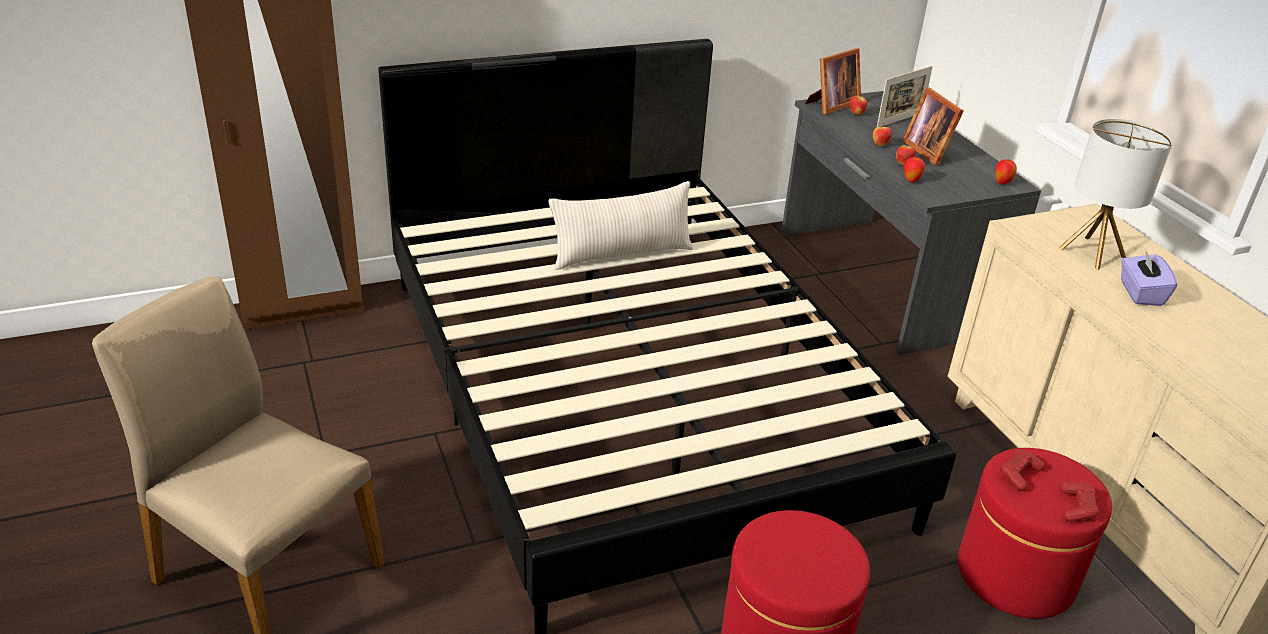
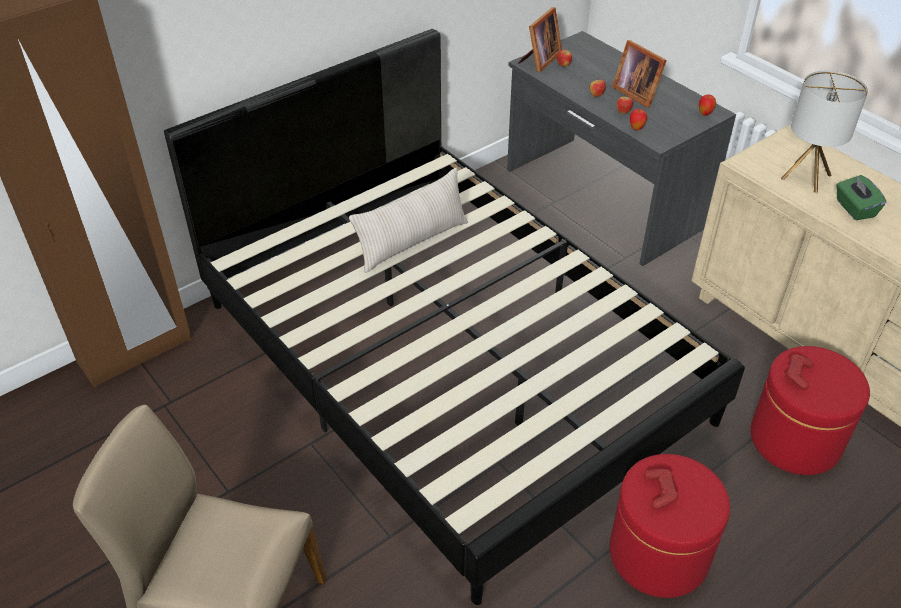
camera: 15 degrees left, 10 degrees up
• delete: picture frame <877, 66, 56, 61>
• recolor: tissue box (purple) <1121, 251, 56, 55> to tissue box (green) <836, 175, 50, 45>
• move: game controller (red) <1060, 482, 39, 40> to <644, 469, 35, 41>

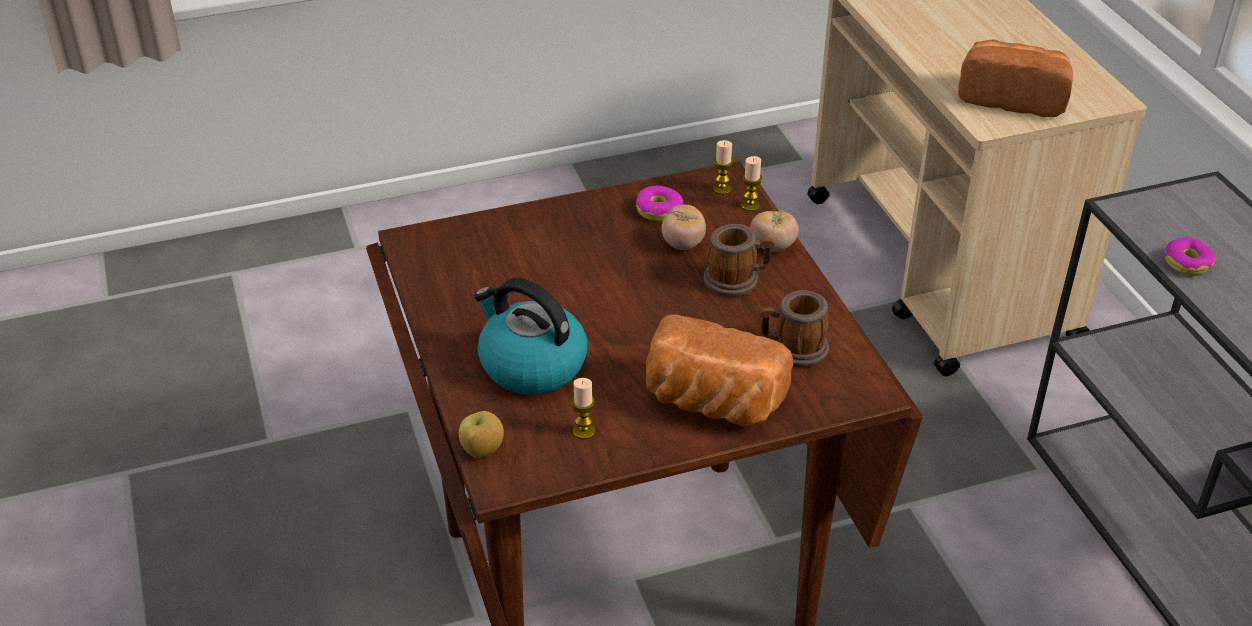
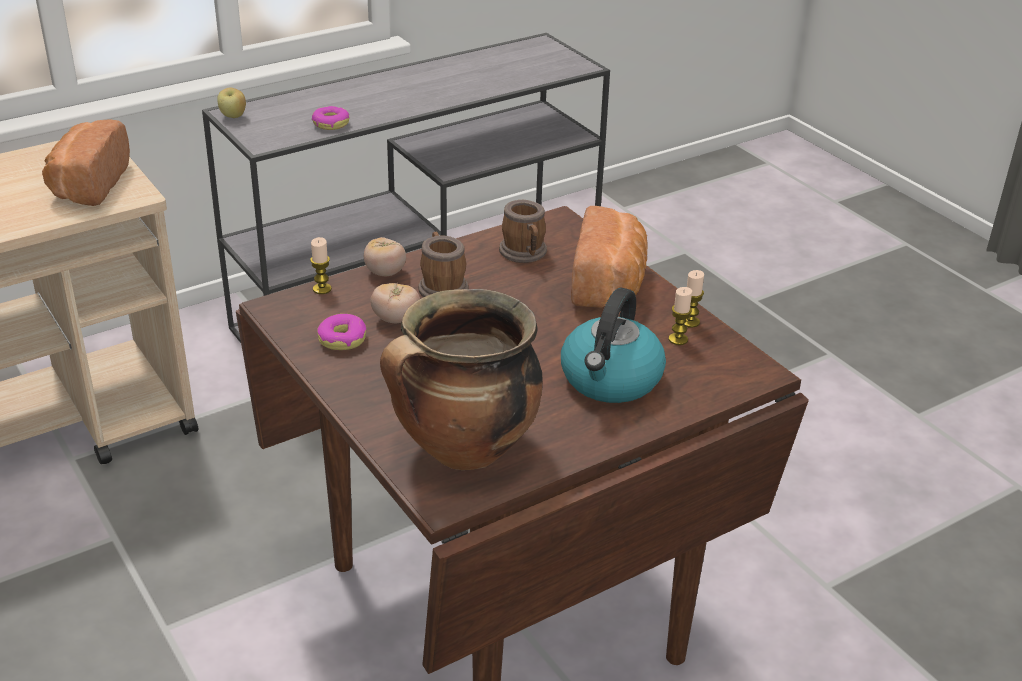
camera: 105 degrees left, 5 degrees down
• move: candle <713, 140, 20, 55> to <685, 270, 19, 58>
• move: apple <459, 411, 45, 47> to <217, 87, 29, 31>
• insert: cooking pot <380, 289, 163, 181>

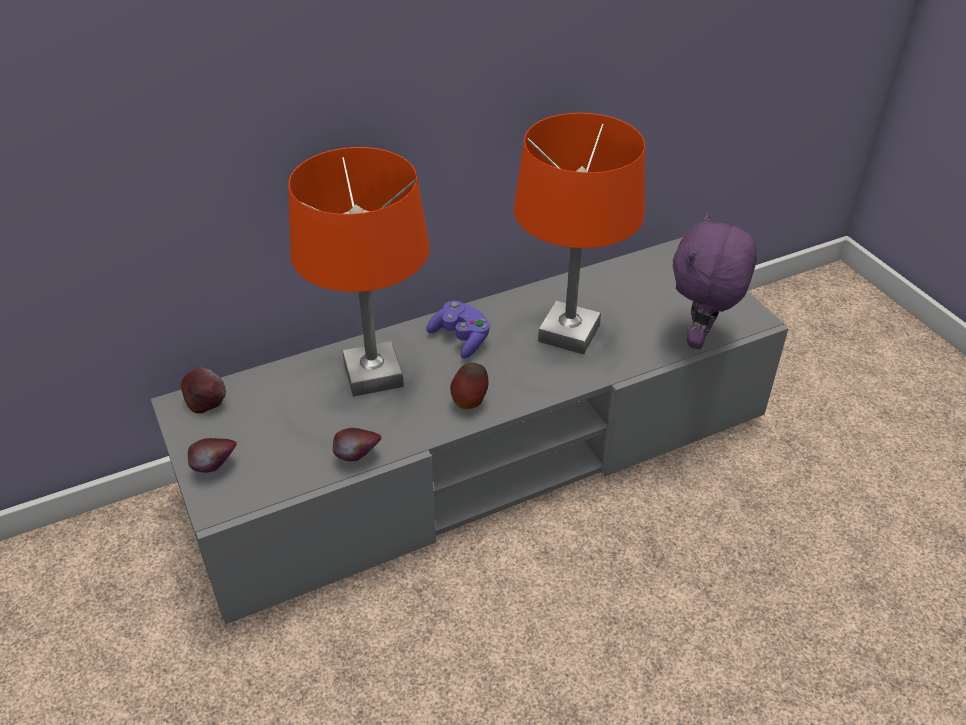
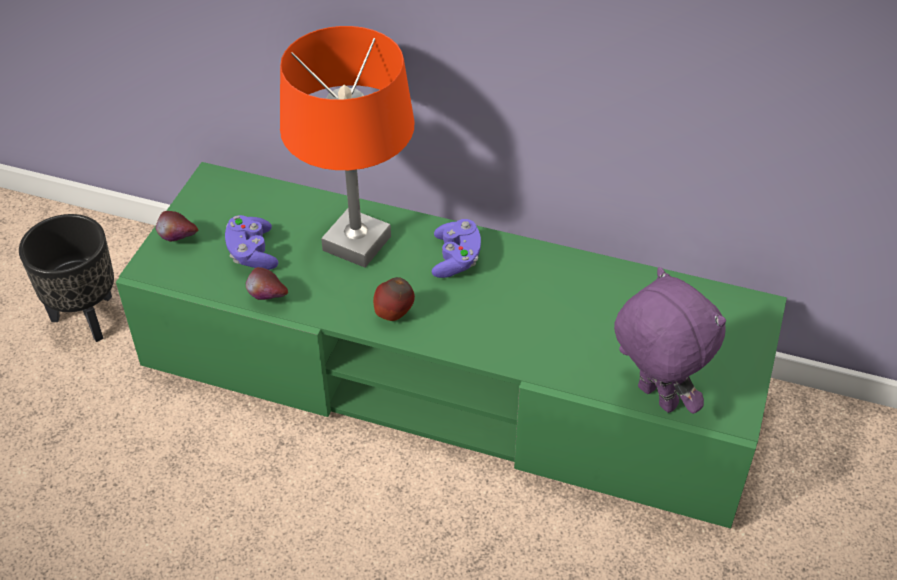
camera: 45 degrees right, 5 degrees up
• delete: table lamp (orange) <513, 113, 132, 242>
• rotate: plush toy (purple) <673, 213, 84, 136> = <614, 267, 112, 147> 75 degrees clockwise
• recolor: tv stand (grey) <151, 237, 637, 387> to tv stand (green) <116, 162, 671, 367>
• delete: apple <181, 367, 45, 46>
• insert: planter (black) <19, 214, 95, 128>
• insert: game controller (purple) <225, 215, 53, 55>

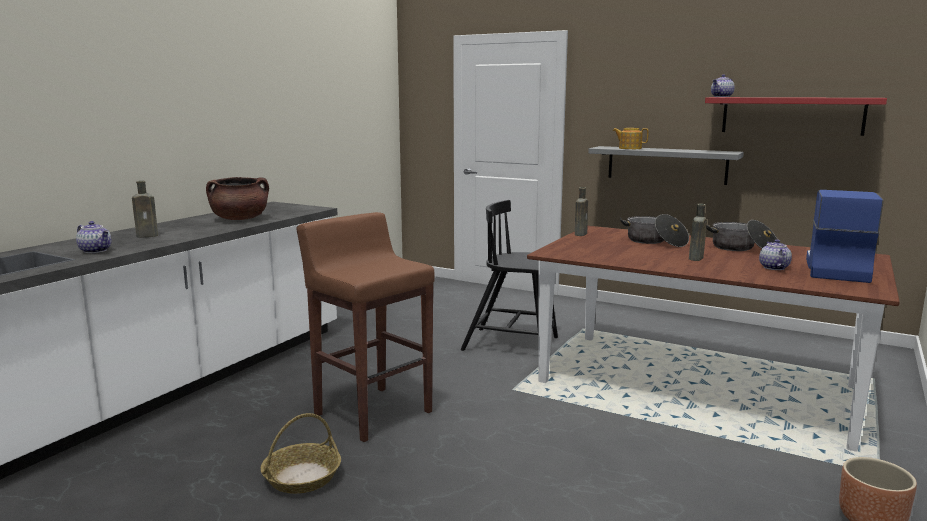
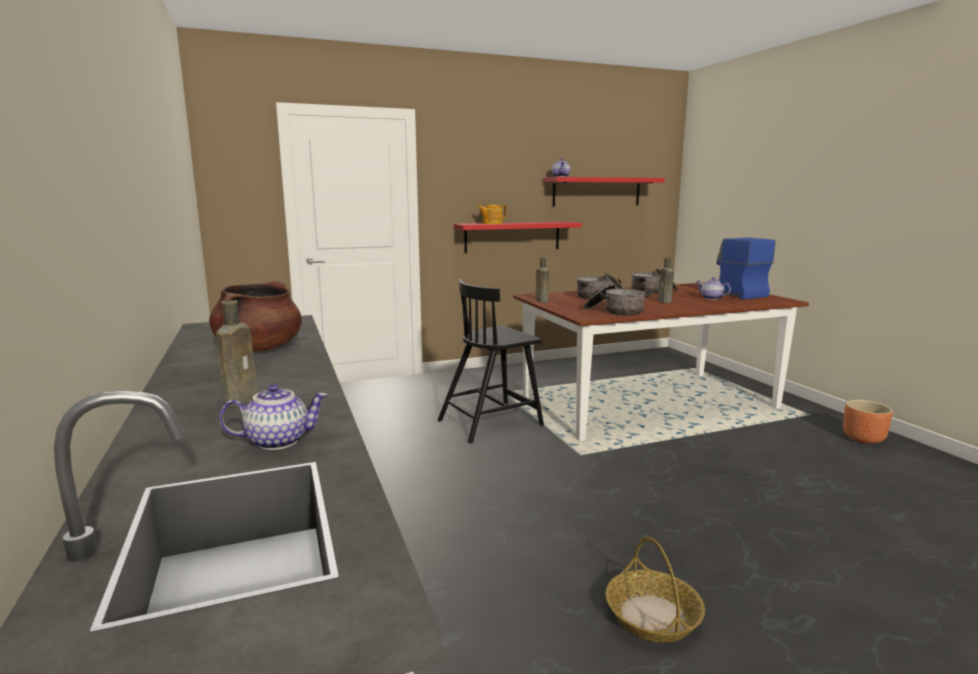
camera: 50 degrees left, 0 degrees up
• recolor: shelf (grey) <588, 146, 156, 39> to shelf (red) <454, 222, 128, 31>
• delete: stool (brown) <296, 212, 139, 230>
• insert: cooking pot <584, 285, 67, 31>

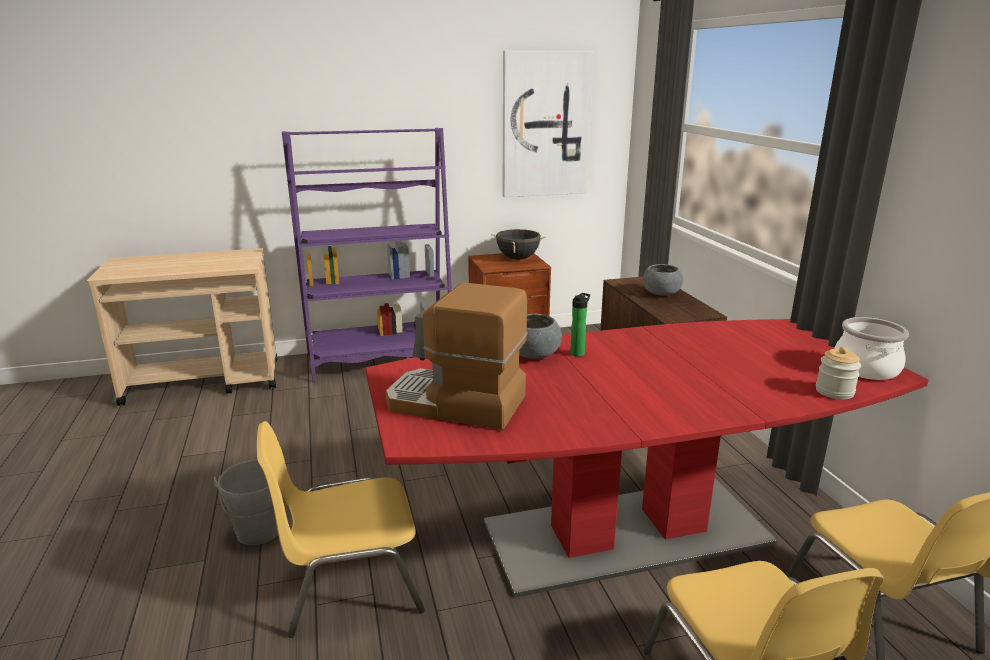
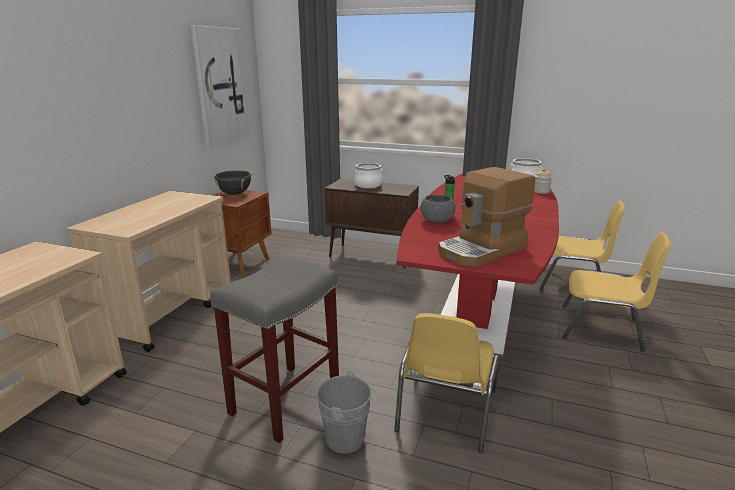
camera: 55 degrees left, 0 degrees up
• replace: bookcase (purple) <282, 128, 170, 254> to cart (beige) <67, 191, 164, 161>
• replace: bowl (grey) <643, 264, 40, 32> to cooking pot <354, 163, 28, 25>
• insert: stool (grey) <210, 256, 129, 187>

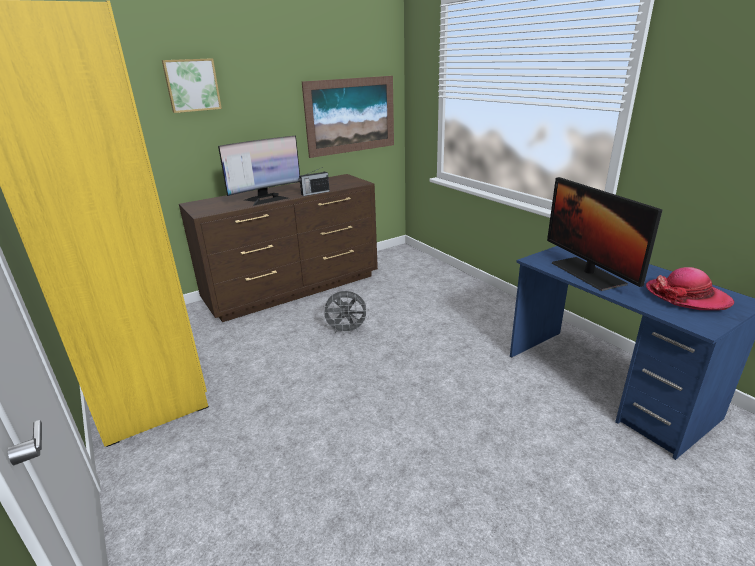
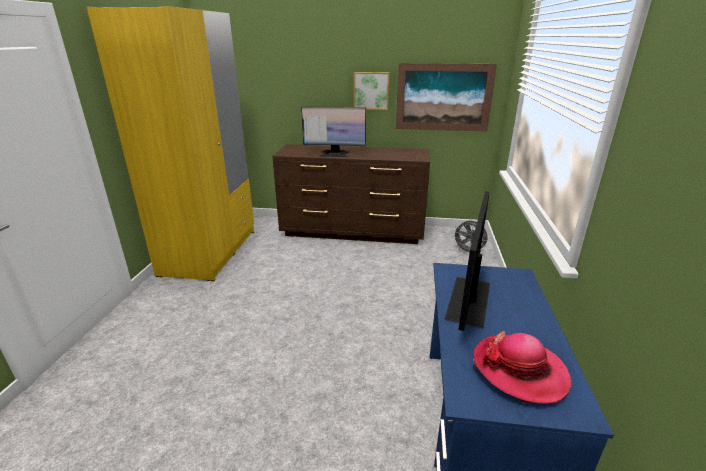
camera: 40 degrees right, 0 degrees up
• move: picture <162, 58, 60, 55> to <354, 72, 36, 38>
• delete: radio <299, 167, 31, 29>
• move: fan (grey) <321, 291, 48, 43> to <452, 221, 36, 32>

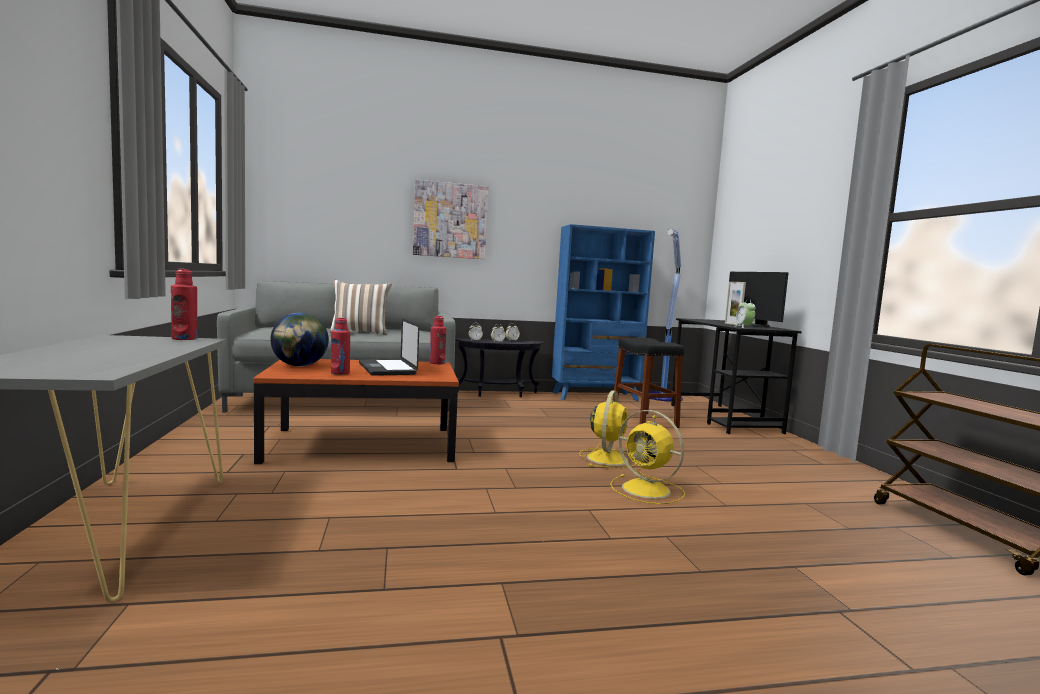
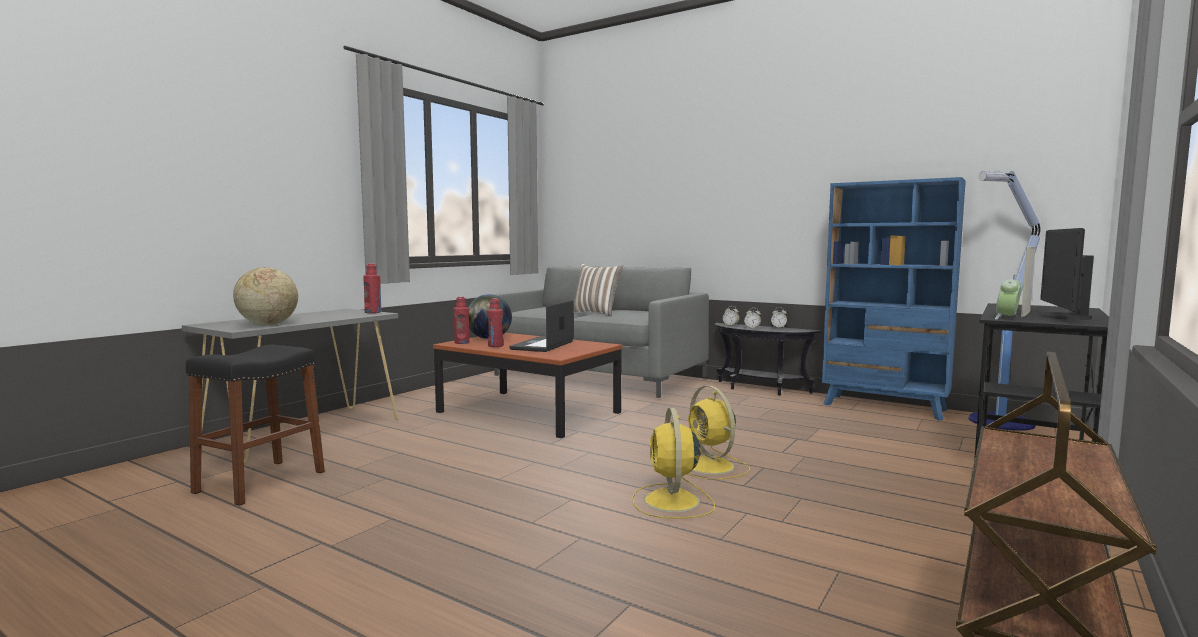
camera: 45 degrees right, 0 degrees up
• delete: picture <413, 180, 75, 79>
• move: bottle (red) <430, 316, 16, 48> to <453, 296, 17, 48>
• move: stool (black) <613, 338, 71, 90> to <186, 345, 139, 161>
• rotate: fan (yellow) <579, 390, 57, 79> = <688, 386, 62, 94> 90 degrees clockwise
• insert: globe <233, 267, 65, 58>

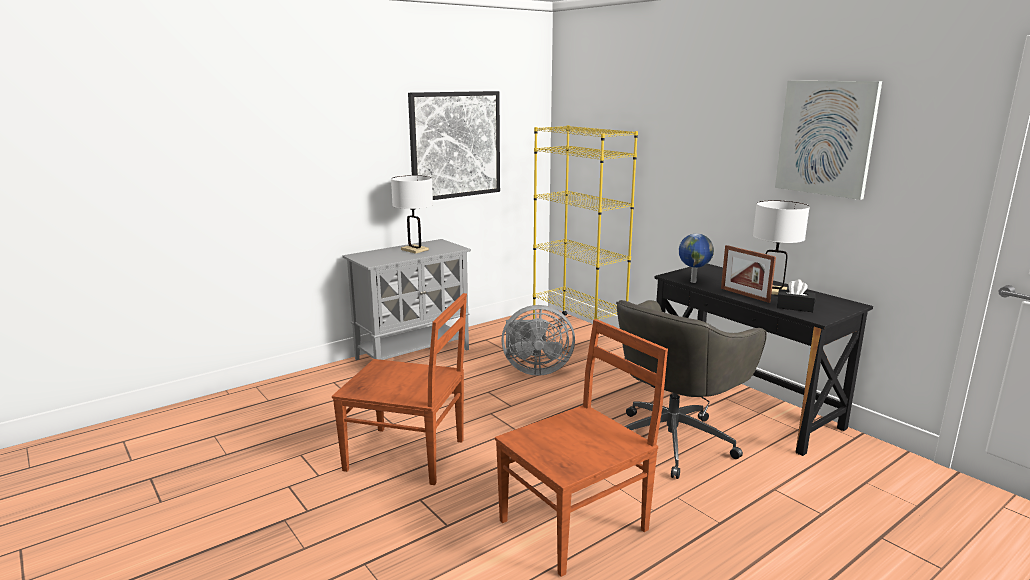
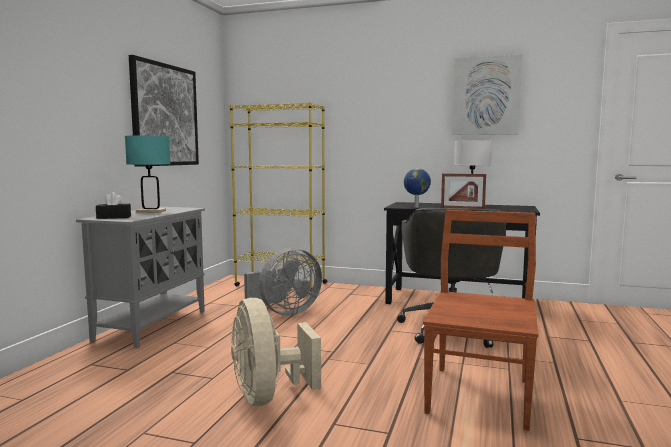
camera: 35 degrees left, 10 degrees down
• recolor: table lamp (white) <391, 175, 42, 79> to table lamp (turquoise) <125, 135, 45, 78>
• move: tissue box (black) <777, 279, 38, 33> to <96, 192, 35, 27>
• replace: chair (brown) <332, 293, 135, 192> to fan (beige) <231, 298, 90, 108>

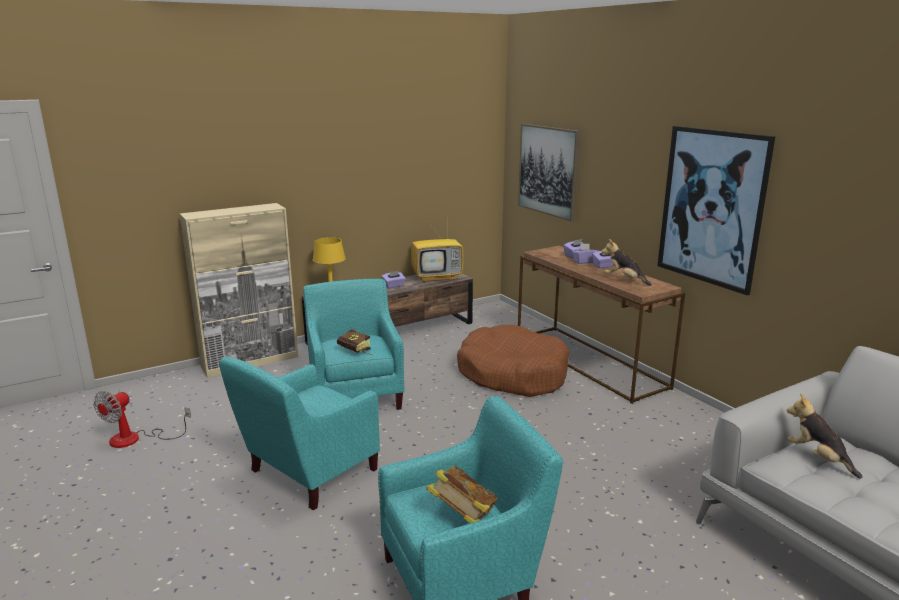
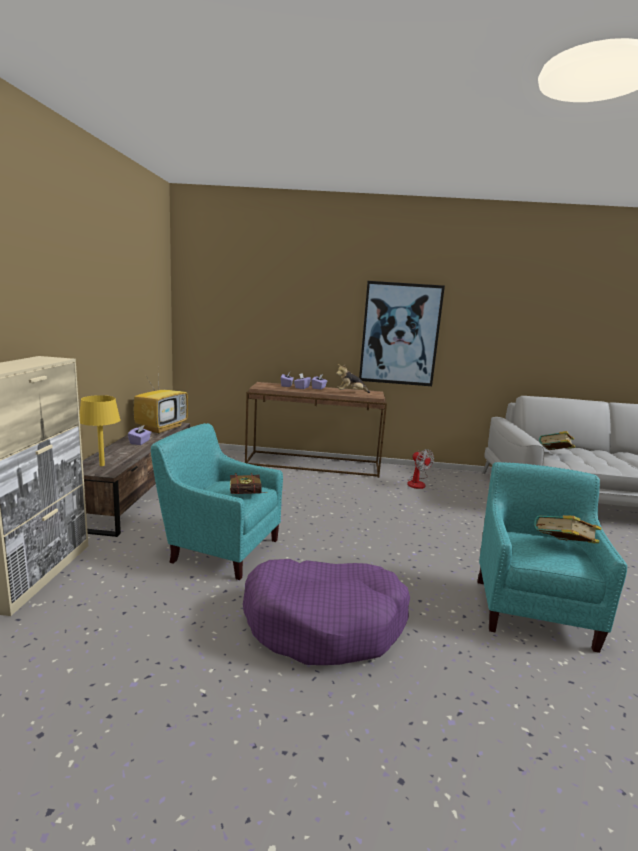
camera: 55 degrees left, 5 degrees down
• delete: picture <518, 124, 62, 97>
• delete: dog bed (brown) <457, 325, 113, 72>
• replace: armchair (turquoise) <219, 356, 161, 154> to dog bed (purple) <243, 559, 167, 106>
• move: fan <93, 391, 98, 57> to <407, 449, 27, 40>
• replace: plush toy <787, 393, 75, 86> to book <539, 431, 36, 19>

